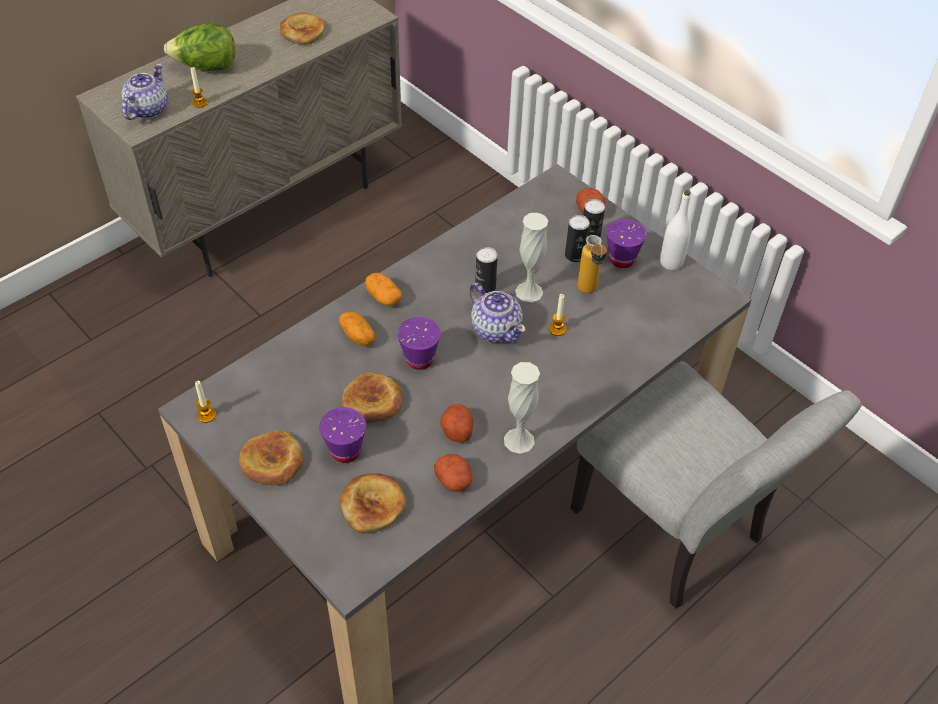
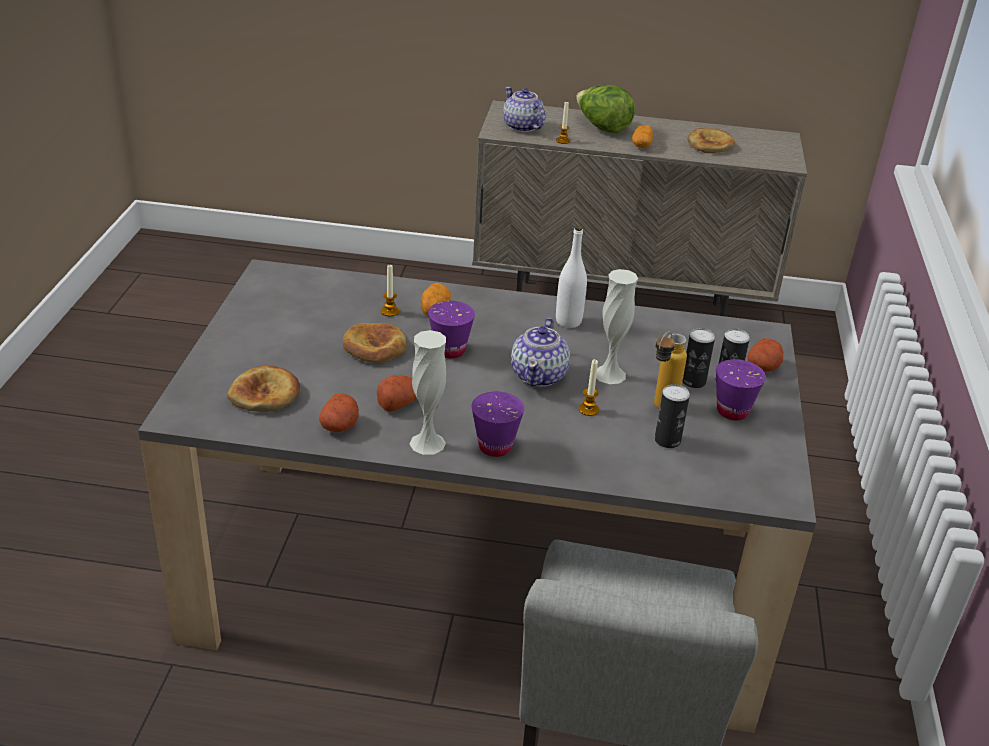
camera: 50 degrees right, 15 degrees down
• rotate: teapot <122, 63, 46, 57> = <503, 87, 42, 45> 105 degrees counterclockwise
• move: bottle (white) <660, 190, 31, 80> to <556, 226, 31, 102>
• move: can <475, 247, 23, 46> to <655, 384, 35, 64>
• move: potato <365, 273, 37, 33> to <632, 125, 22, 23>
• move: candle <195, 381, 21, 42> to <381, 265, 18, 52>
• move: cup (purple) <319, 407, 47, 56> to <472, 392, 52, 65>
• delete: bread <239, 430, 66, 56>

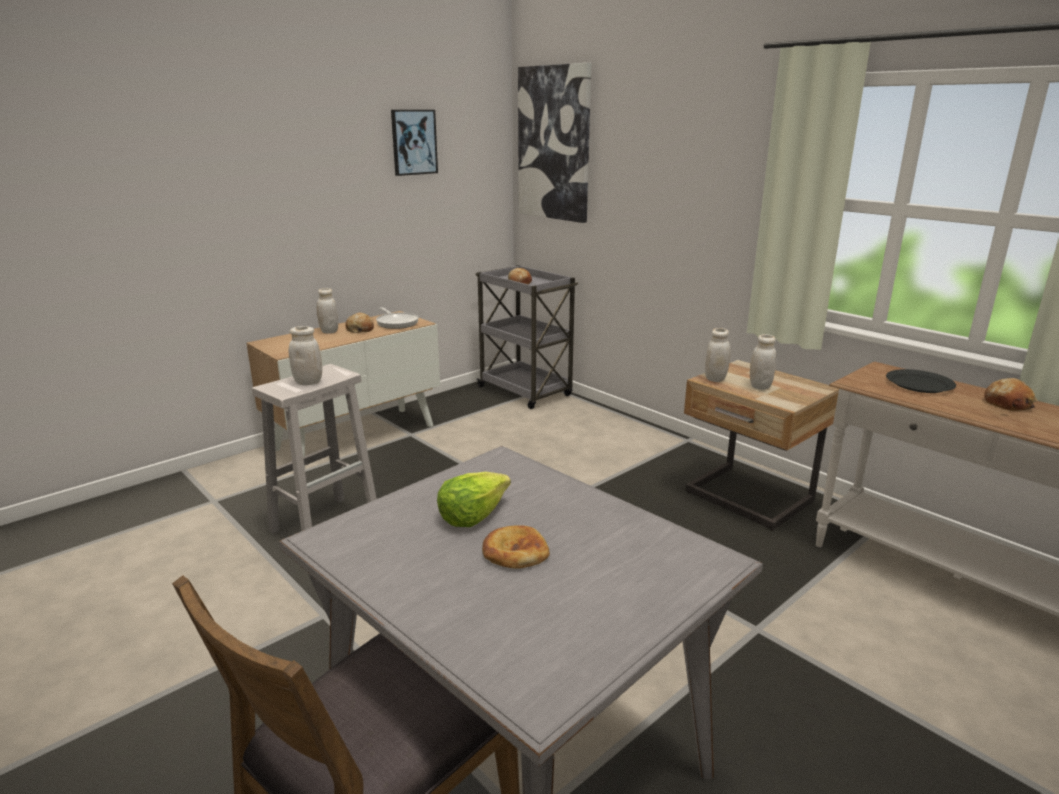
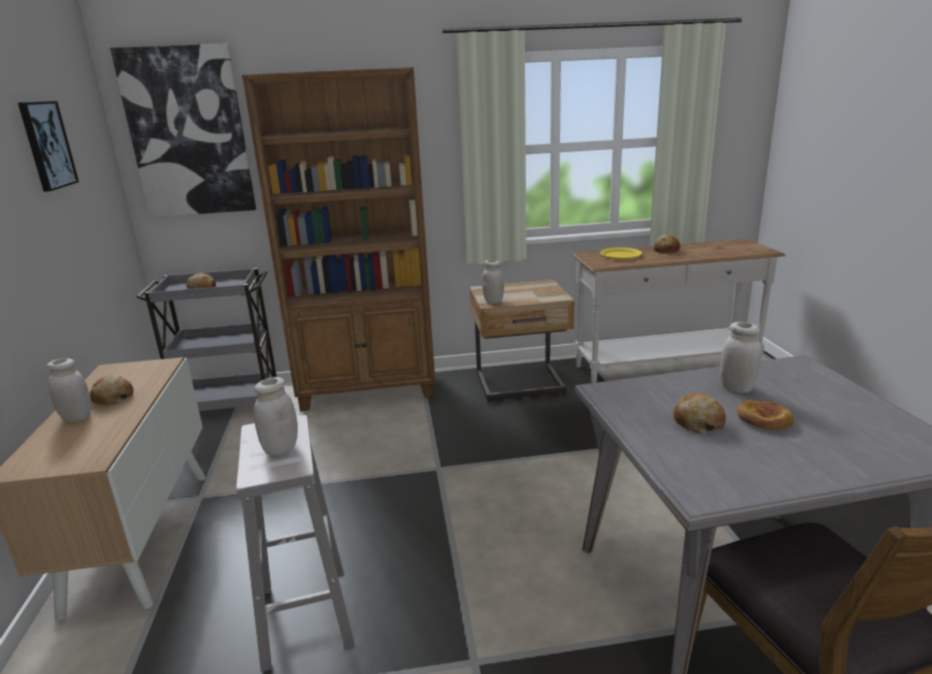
camera: 55 degrees left, 0 degrees up
• delete: frying pan <376, 307, 43, 22>
• move: jar (white) <750, 334, 26, 56> to <720, 322, 42, 71>
• recolor: plate (black) <886, 369, 70, 24> to plate (yellow) <600, 247, 42, 13>
• replace: lettuce <437, 472, 74, 55> to bread <673, 393, 53, 41>
• insert: bookcase (brown) <242, 67, 193, 344>

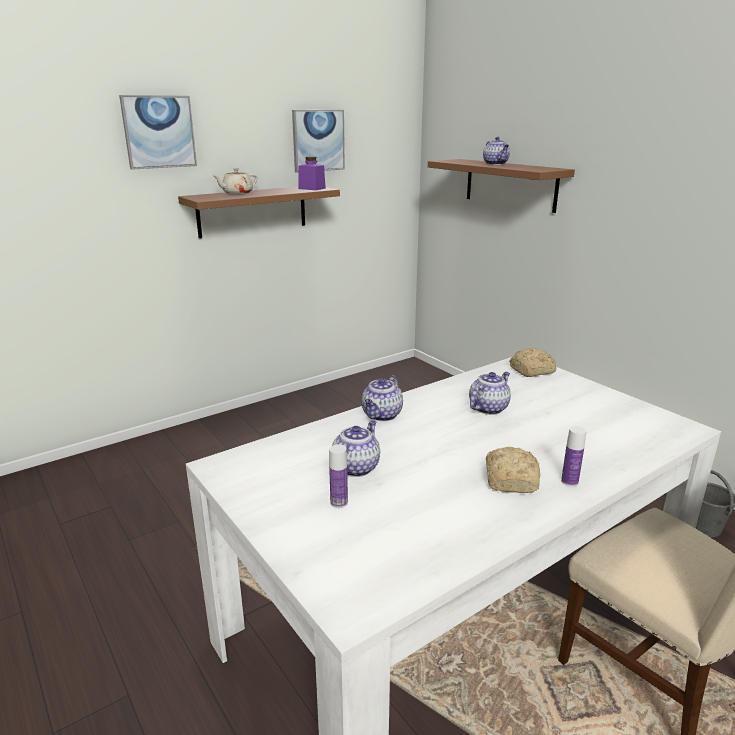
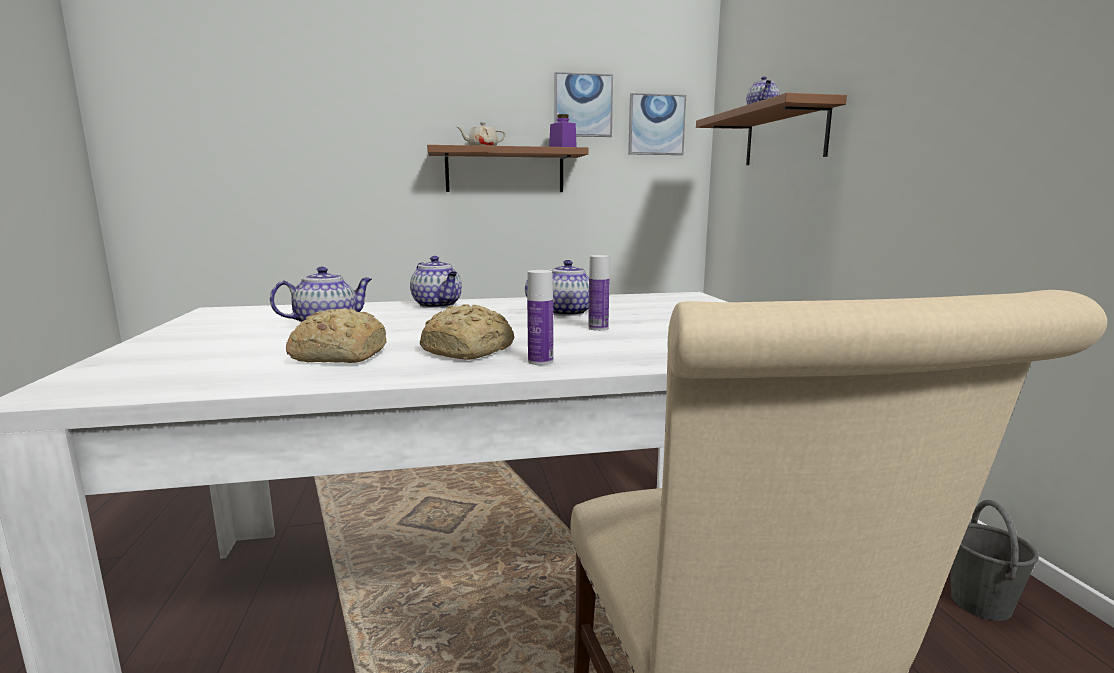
camera: 25 degrees right, 10 degrees down
• move: picture <119, 95, 78, 75> to <628, 93, 58, 62>
• move: bread <509, 348, 47, 29> to <286, 309, 100, 54>
• rotate: teapot <361, 376, 42, 45> = <410, 256, 52, 52> 90 degrees counterclockwise
• move: bottle <329, 444, 19, 64> to <588, 255, 22, 76>

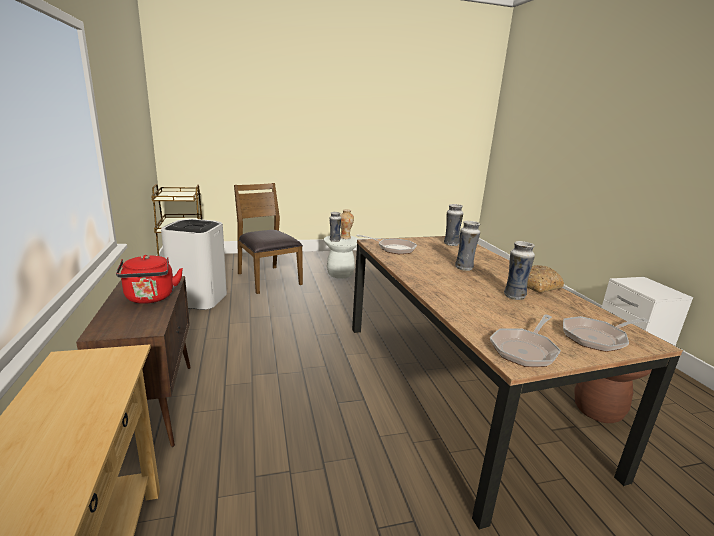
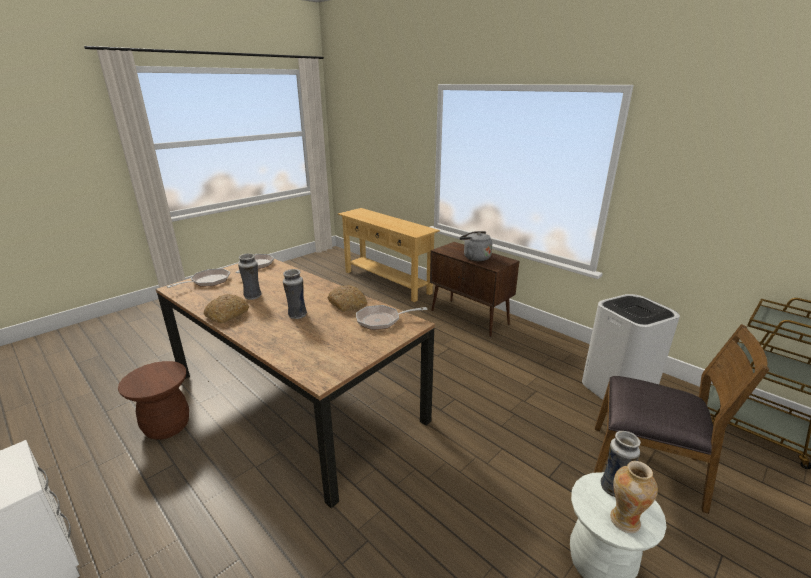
camera: 150 degrees right, 5 degrees up
• delete: vase <444, 204, 19, 42>
• recolor: kettle (red) <116, 255, 67, 49> to kettle (grey) <459, 231, 33, 30>
• insert: bread <328, 285, 39, 27>

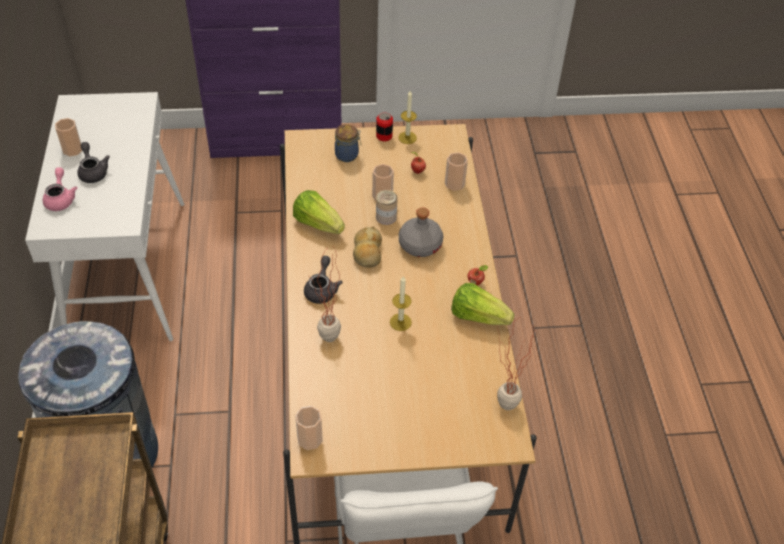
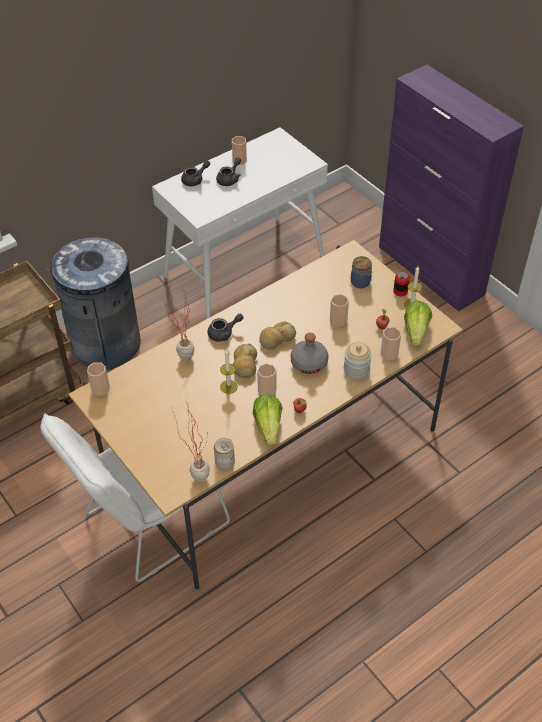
camera: 60 degrees right, 0 degrees up
• recolor: teapot (pink) <43, 167, 34, 44> to teapot (grey) <181, 160, 29, 26>
• move: lettuce <293, 190, 52, 44> to <404, 301, 28, 45>
• move: can <376, 190, 22, 35> to <214, 438, 21, 32>
• insert: jar <344, 342, 28, 37>
• insert: bread <233, 343, 24, 35>
• insert: cup <257, 363, 20, 33>

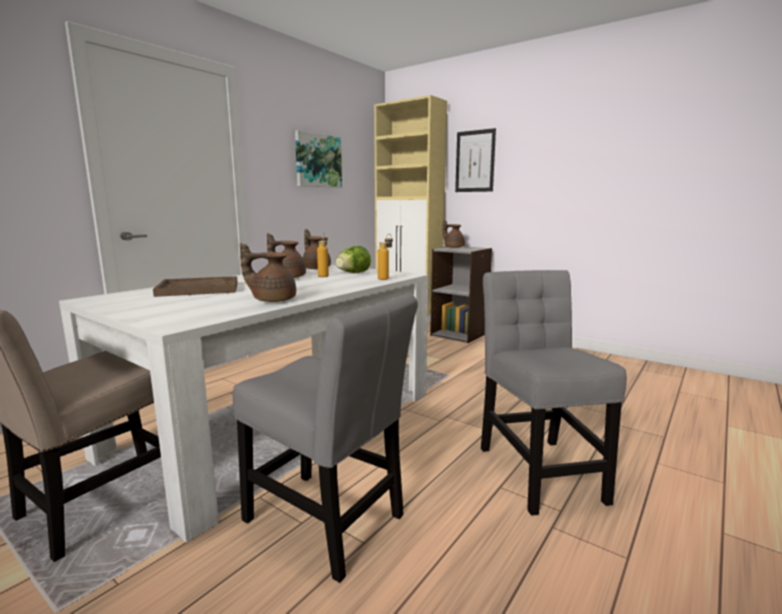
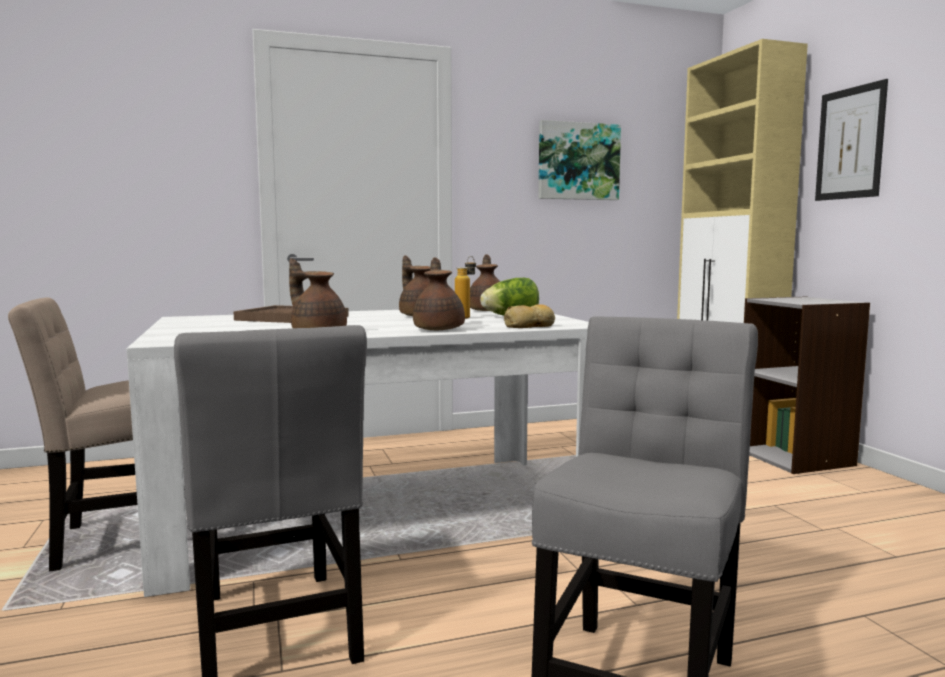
camera: 35 degrees right, 5 degrees down
• move: teapot (brown) <442, 219, 23, 29> to <413, 257, 52, 73>
• replace: bottle <378, 234, 15, 46> to bread <504, 304, 51, 24>

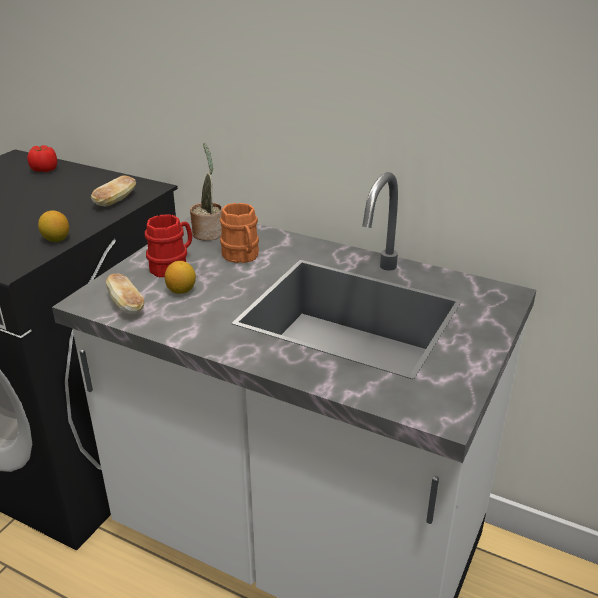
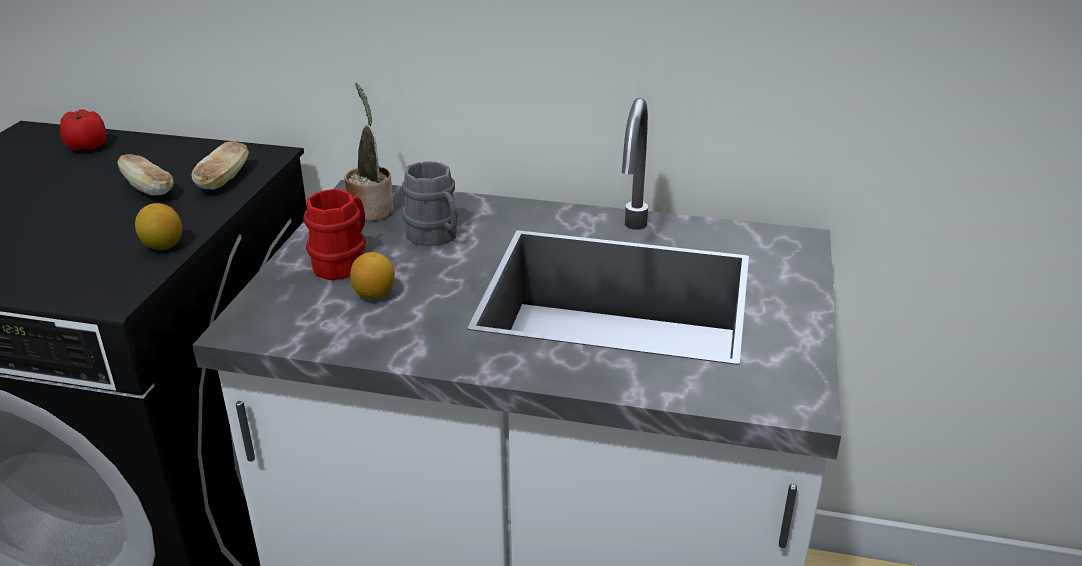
camera: 15 degrees left, 0 degrees up
• recolor: mug (orange) <220, 203, 39, 60> to mug (grey) <402, 162, 56, 84>
• move: bread <106, 273, 39, 41> to <117, 154, 57, 41>

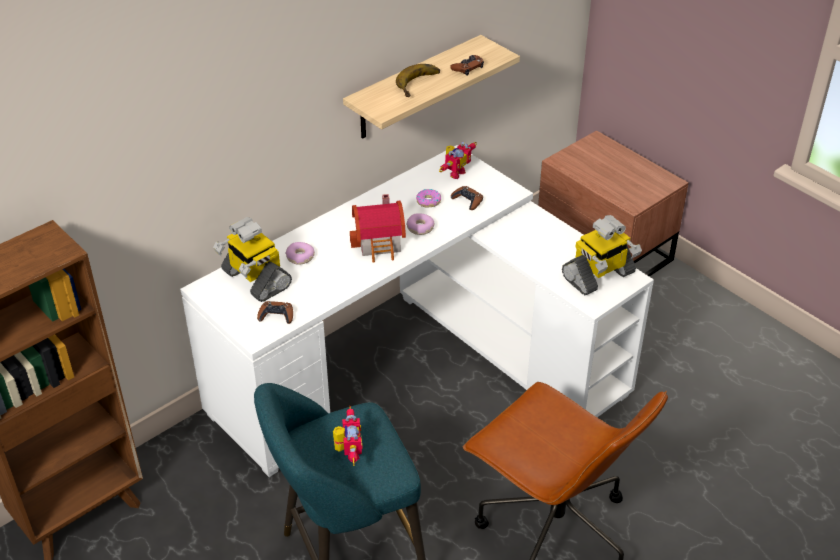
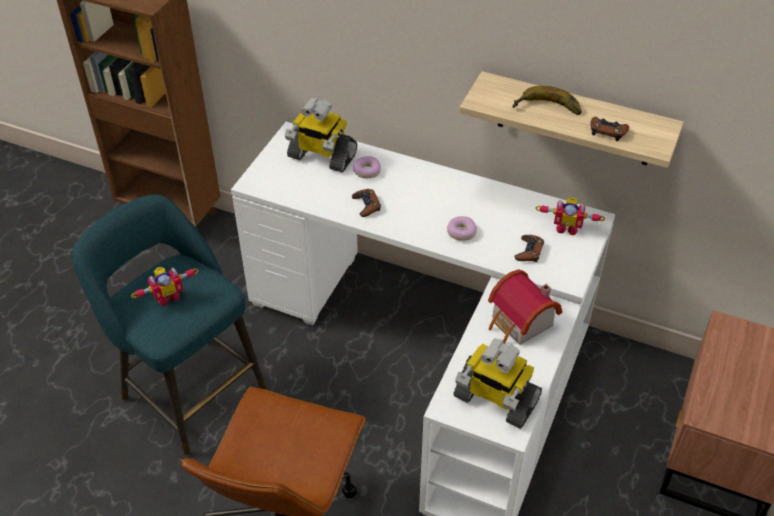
camera: 65 degrees right, 5 degrees up
• delete: donut <416, 189, 25, 19>
• move: toy house <350, 194, 56, 69> to <488, 269, 74, 76>
• rotate: toy robot <213, 217, 79, 85> = <285, 98, 72, 75> 90 degrees counterclockwise
• move: game controller (brown) <257, 301, 36, 23> to <352, 189, 29, 28>

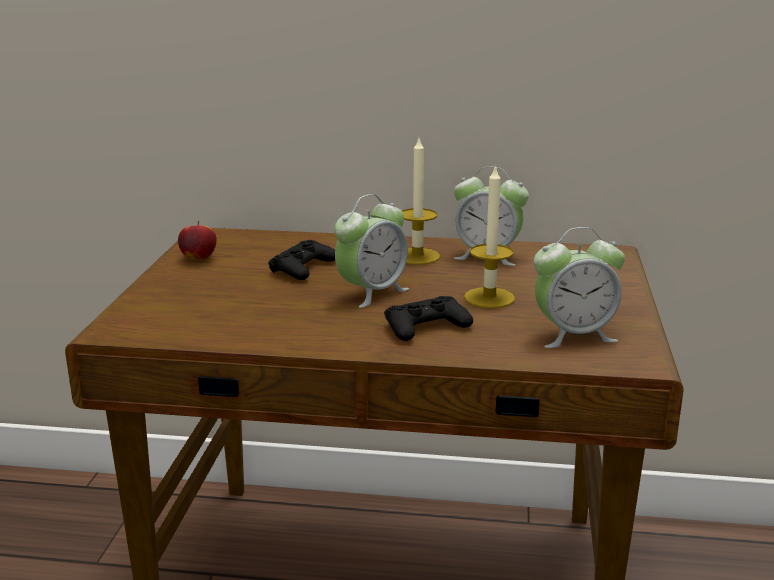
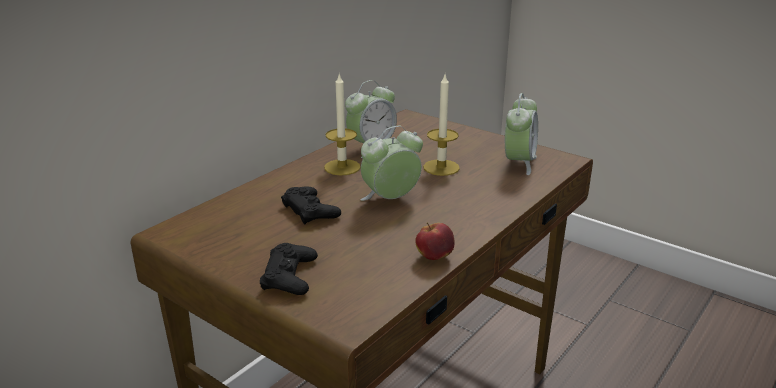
camera: 60 degrees left, 5 degrees up
• rotate: alarm clock <334, 194, 75, 114> = <360, 126, 63, 75> 105 degrees counterclockwise
• move: apple <178, 221, 39, 39> to <415, 222, 40, 38>
• move: game controller (black) <384, 296, 89, 45> to <260, 243, 58, 52>

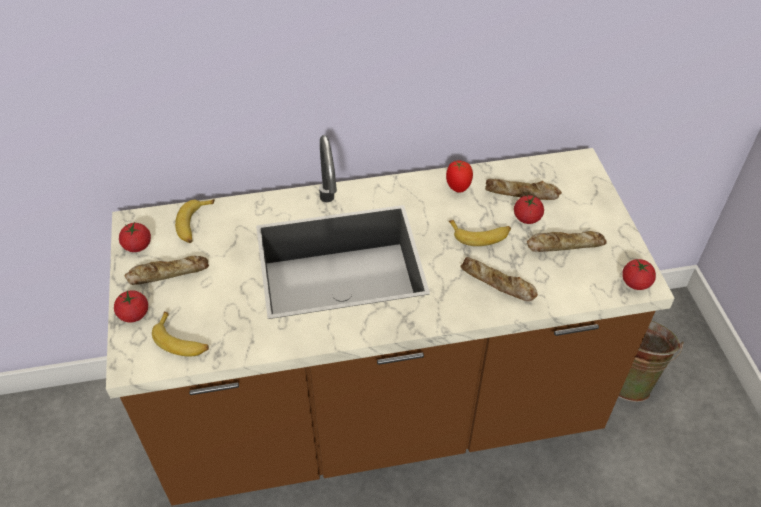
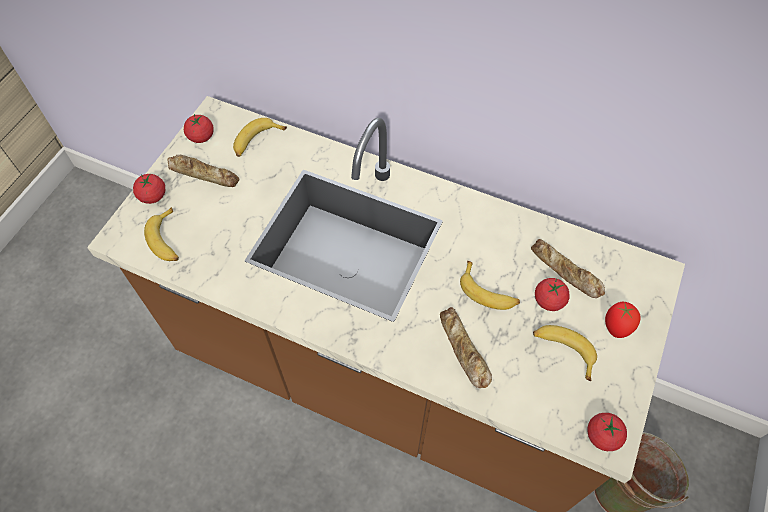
camera: 35 degrees right, 10 degrees up
• move: tomato <446, 161, 27, 32> to <605, 301, 36, 37>
• replace: bread <527, 231, 80, 21> to banana <533, 325, 64, 56>

